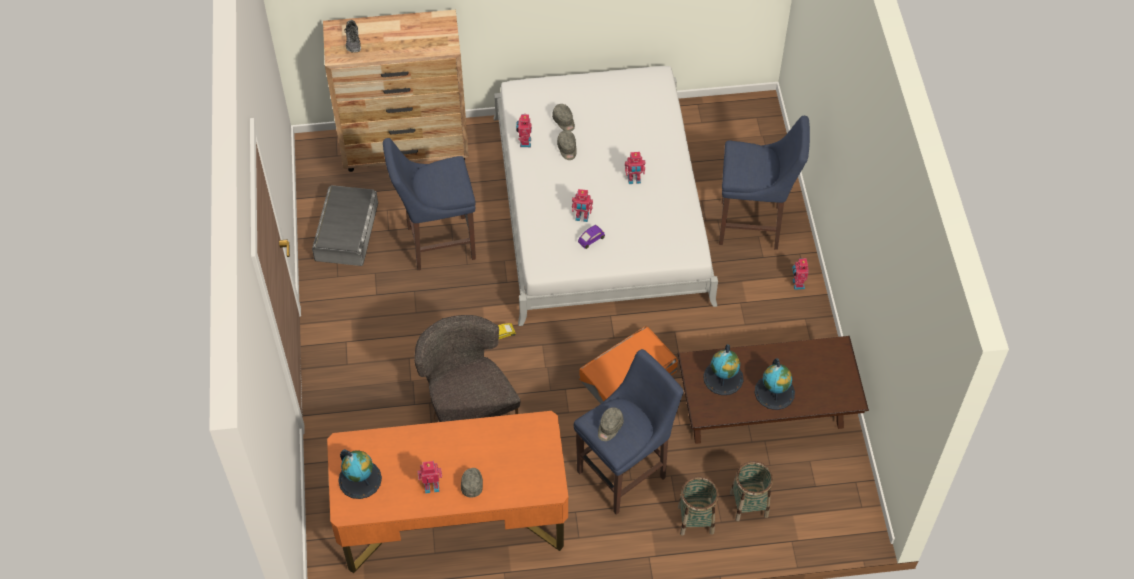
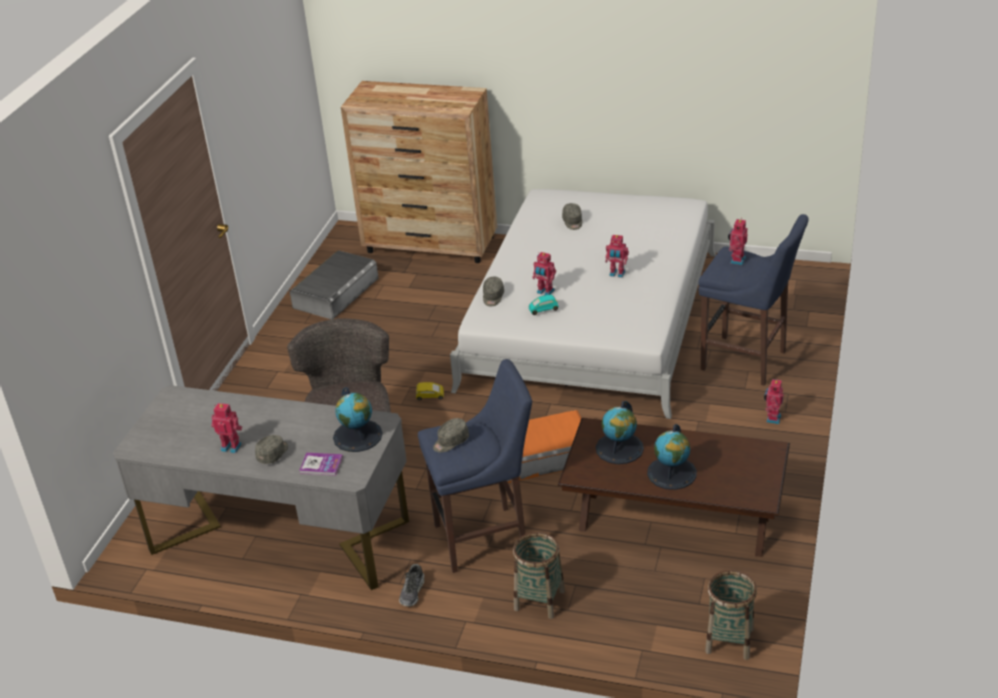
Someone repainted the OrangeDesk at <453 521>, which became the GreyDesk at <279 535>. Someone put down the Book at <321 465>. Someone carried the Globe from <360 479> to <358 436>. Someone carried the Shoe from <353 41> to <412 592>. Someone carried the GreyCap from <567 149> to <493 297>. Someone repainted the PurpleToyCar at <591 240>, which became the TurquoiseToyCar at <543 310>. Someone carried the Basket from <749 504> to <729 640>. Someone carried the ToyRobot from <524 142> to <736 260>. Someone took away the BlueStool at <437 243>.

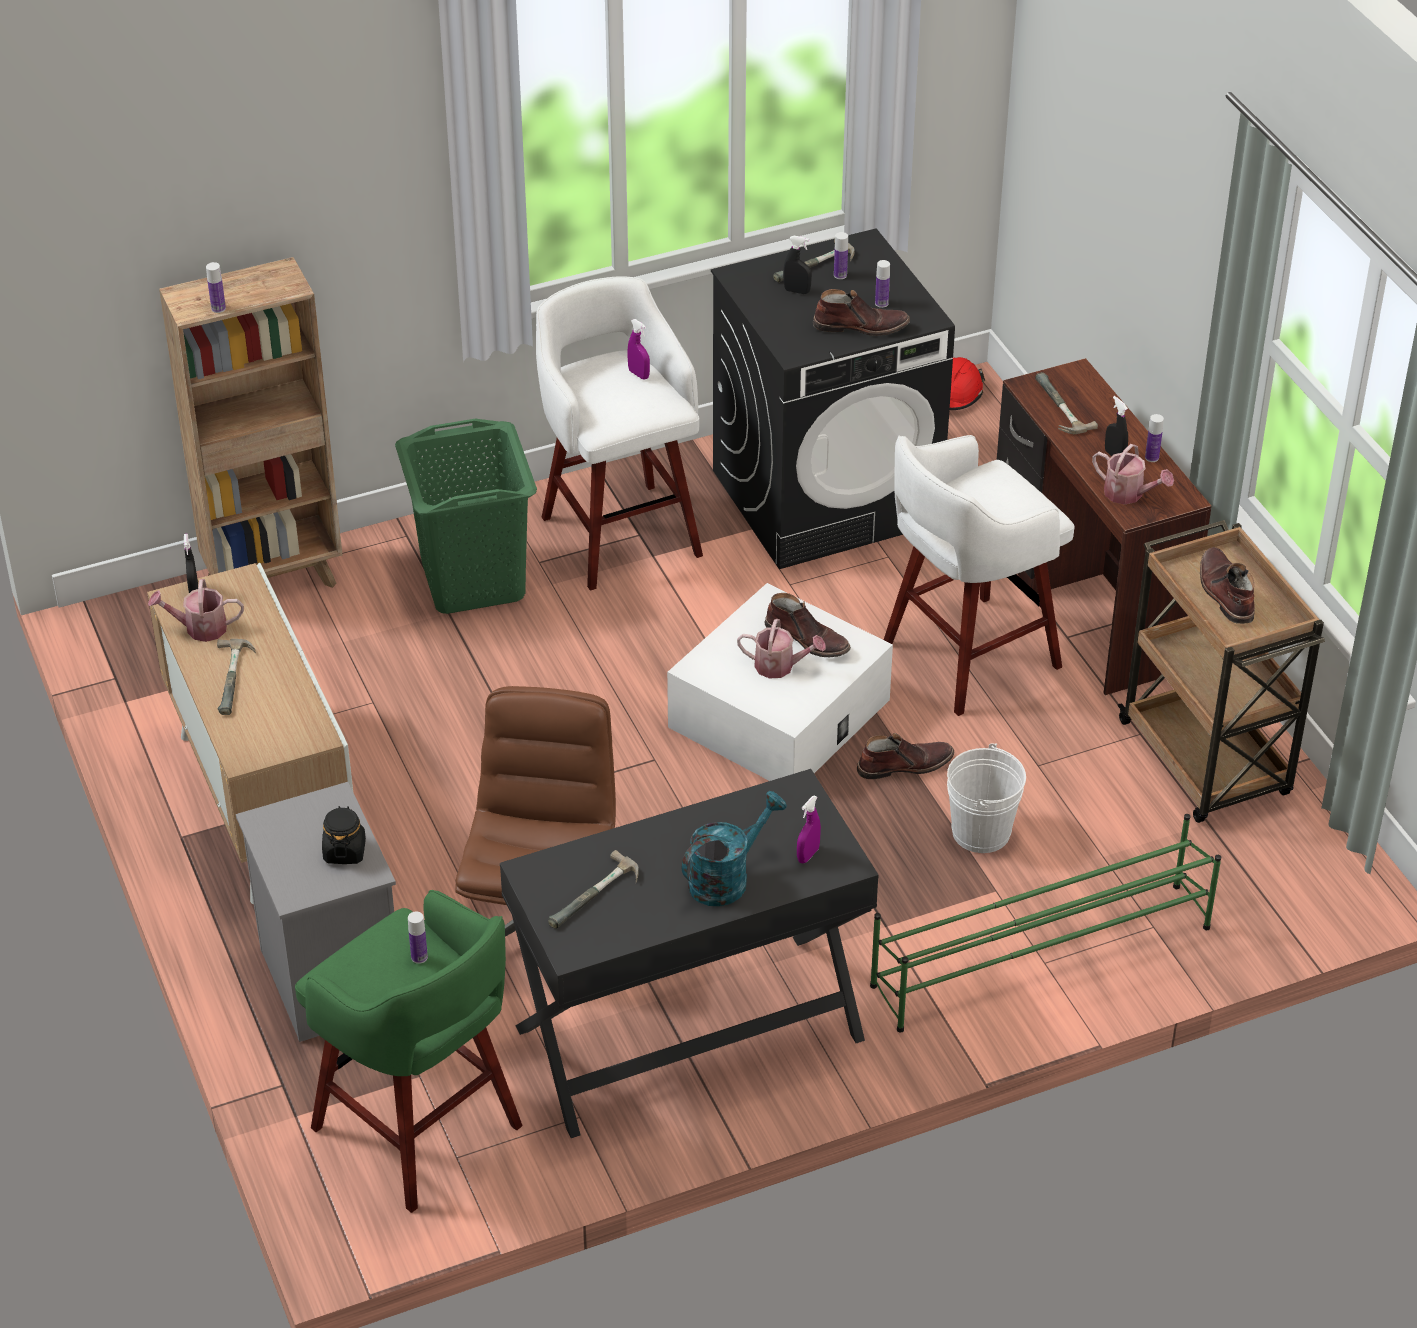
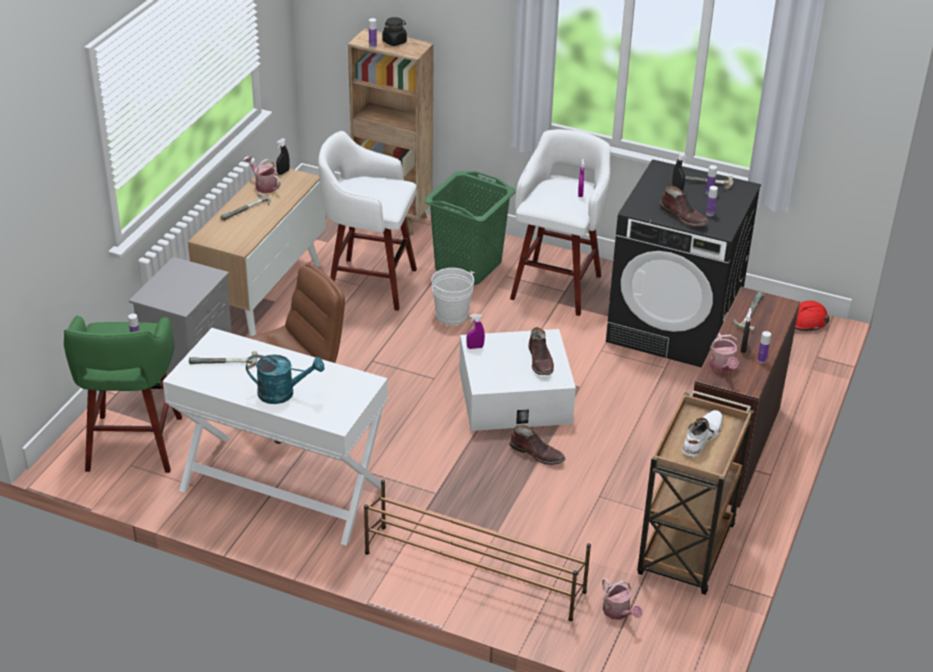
Someone repainted the BlackDesk at <690 1035>, which became the WhiteDesk at <282 489>. Someone carried the WhiteStool from <966 657> to <368 283>. Someone repainted the GreenShoeRack at <1039 956>, which became the BrownShoeRack at <473 571>. Someone carried the BlackJar from <344 851> to <394 41>. Someone carried the WhiteBucket from <981 832> to <451 315>. Someone carried the PurpleSprayBottle from <808 855> to <475 347>. Someone carried the WateringCan from <780 666> to <618 612>. Someone repainted the BrownBoot at <1224 592>, which became the WhiteBoot at <701 437>.

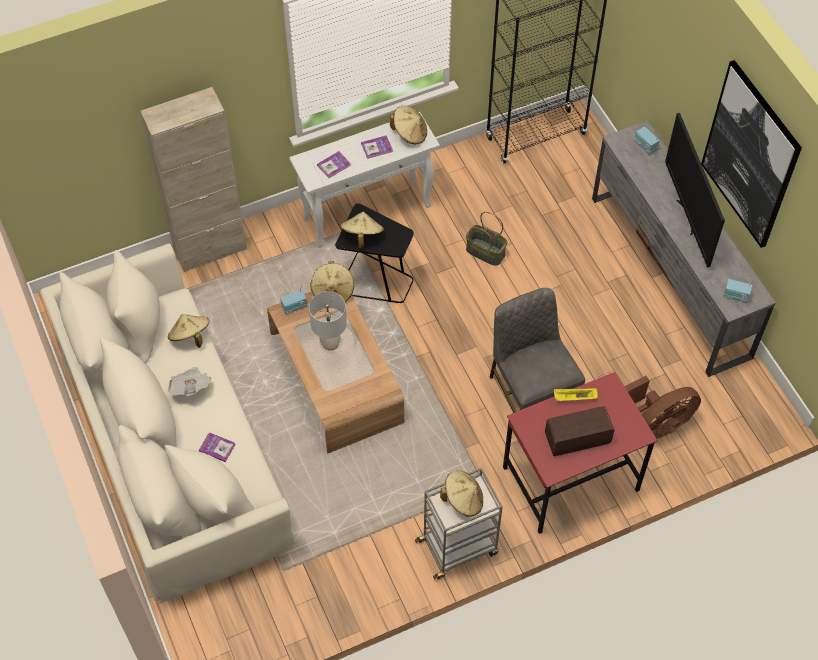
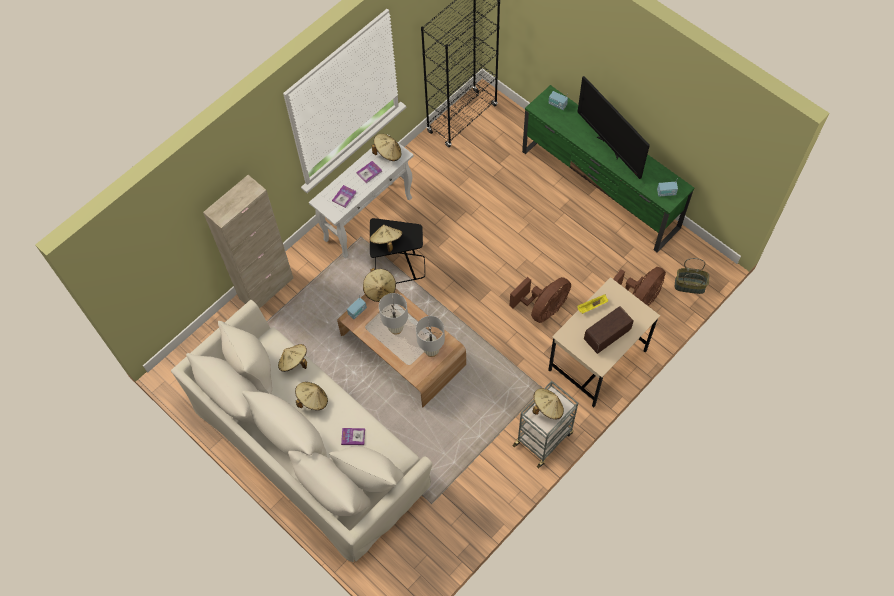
Someone swapped the Newspaper at <190 387> for the BeigeHat at <312 400>. Someone put down the WhiteTableLamp at <431 351>. Someone swapped the GreyChair at <531 392> for the BrownFan at <543 308>. Someone repainted the GreyTvStand at <669 276>, which became the GreenTvStand at <600 190>. Someone repainted the RedDesk at <570 480>, which became the BeigeDesk at <597 361>. Someone carried the Basket from <486 252> to <690 285>. Someone took away the Picture at <750 155>.

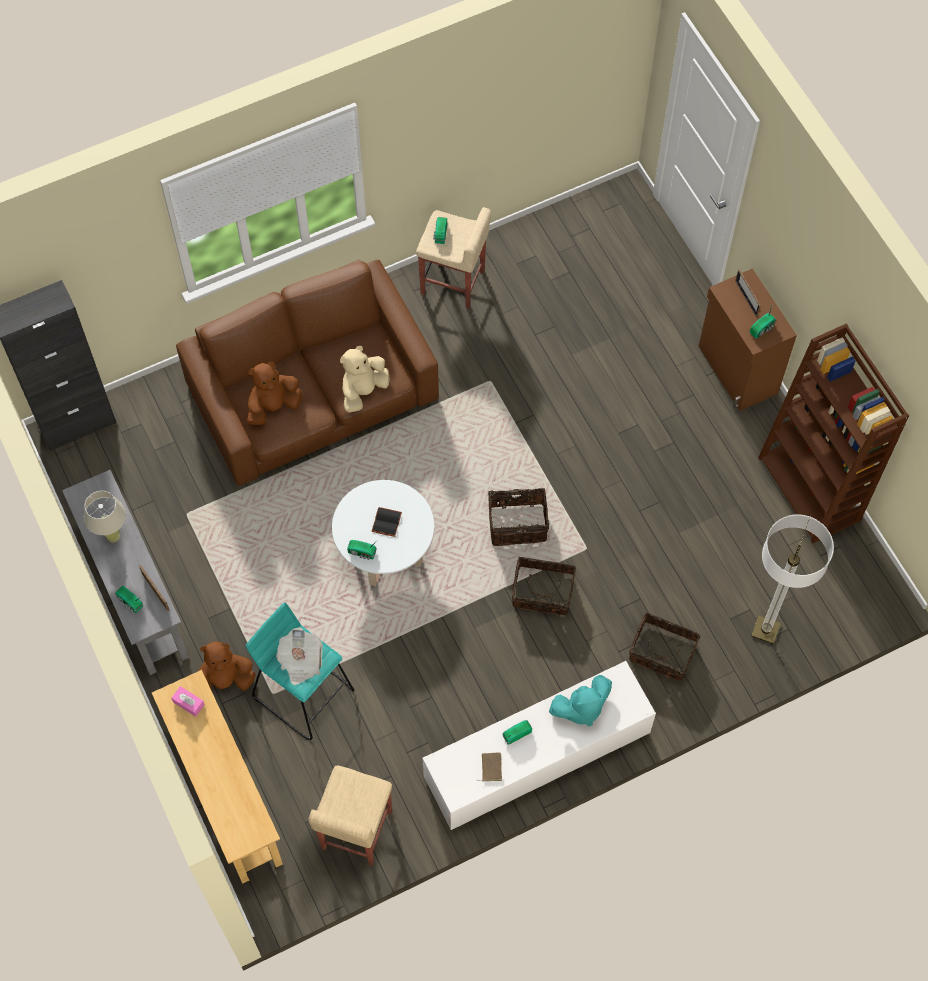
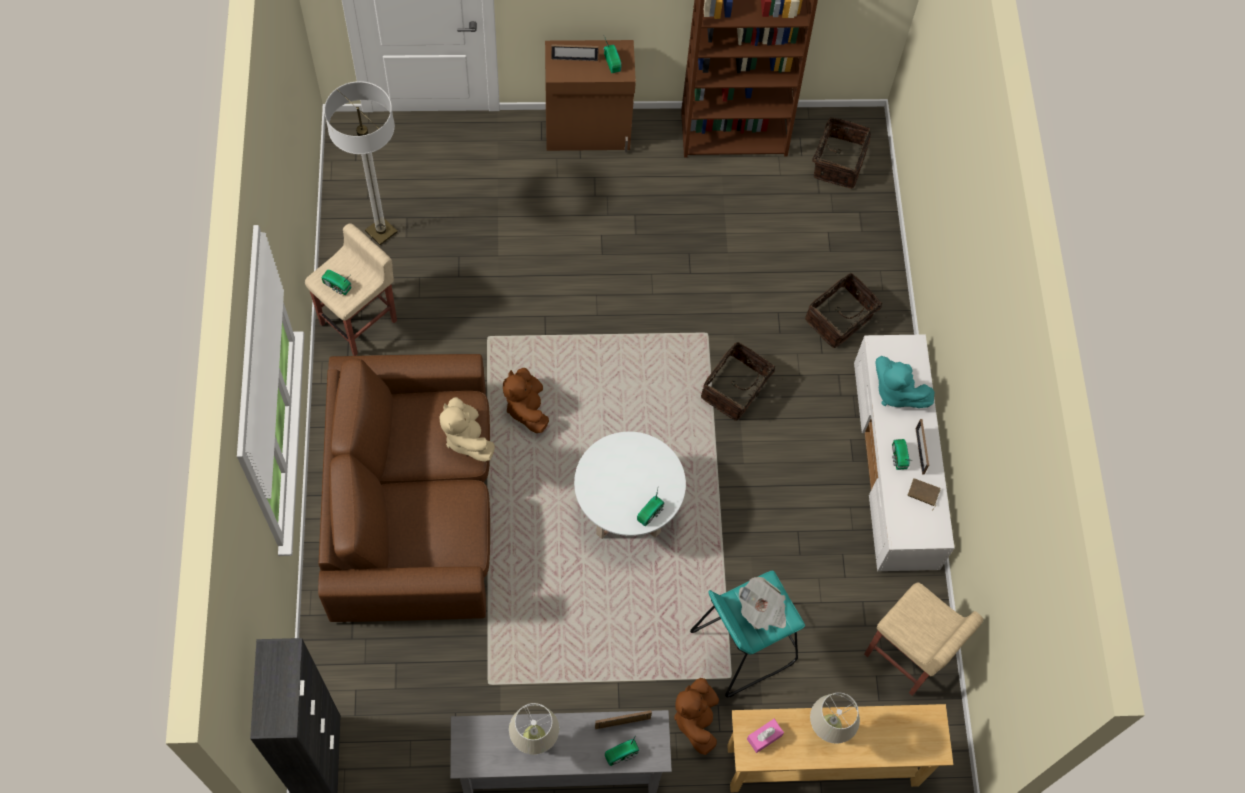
Someone carried the FloorLamp from <765 630> to <381 231>. Someone carried the BrownPlushToy from <273 406> to <526 408>. Someone put down the BeigeTableLamp at <825 732>. Someone carried the Basket from <517 523> to <837 162>. Someone rotated the TurquoisePlushToy at <581 708> by 135 degrees clockwise. Someone put down the PictureFrame at <919 451>. Someone took away the BlackBook at <386 521>.

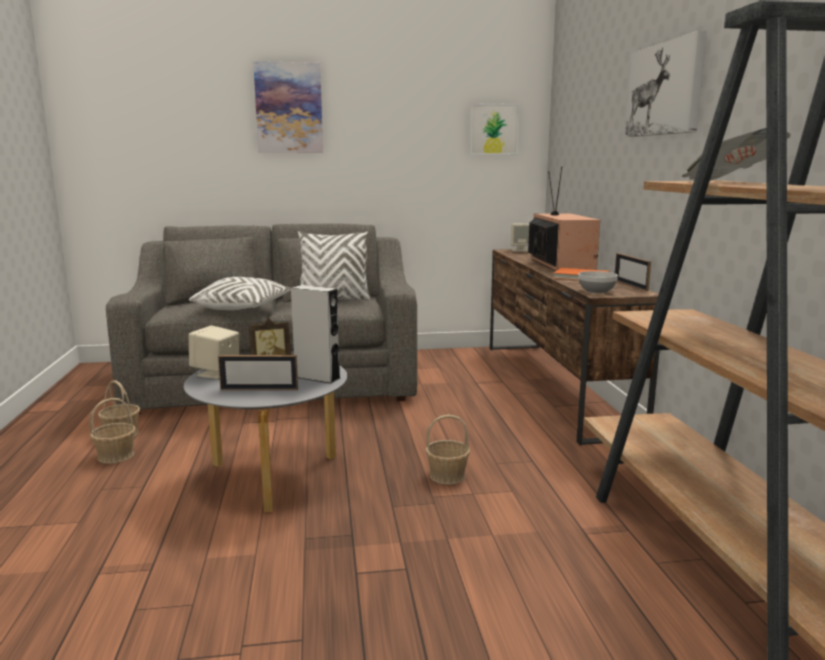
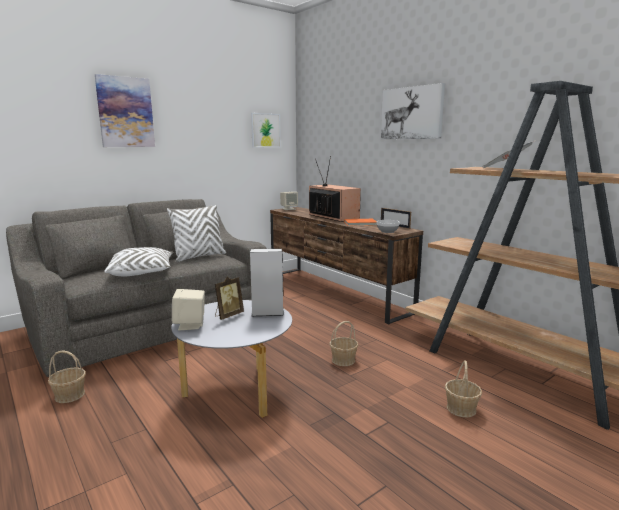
Someone carried the Basket from <116 456> to <461 408>. Someone took away the PictureFrame at <259 389>.

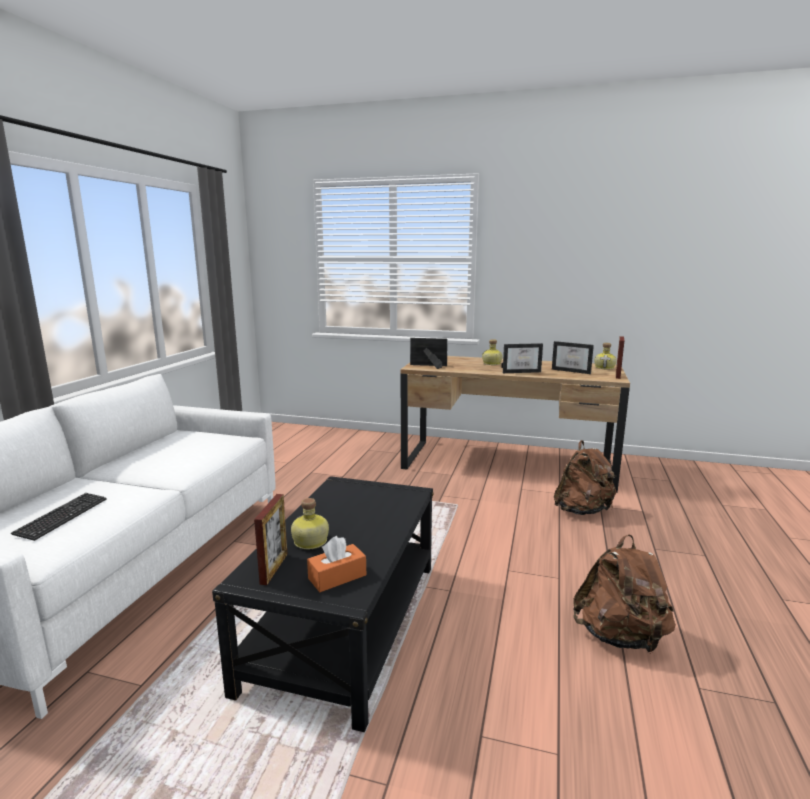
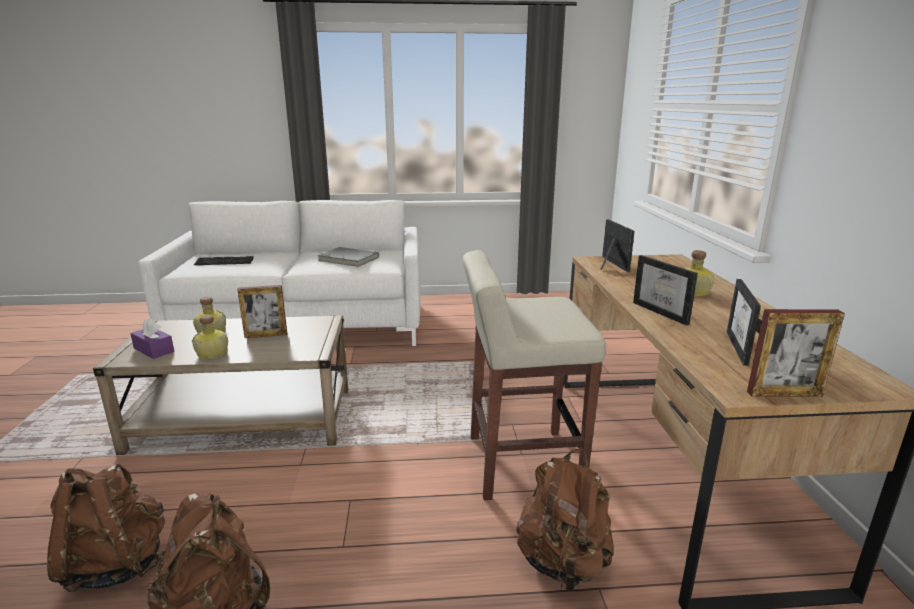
Someone put down the BrownBackpack at <117 564>. Someone repainted the BlackCoffeeTable at <345 623>, which became the BeigeCoffeeTable at <244 419>. Someone repainted the OrangeTissueBox at <337 577>, which became the PurpleTissueBox at <154 350>. Someone carried the Bottle from <605 368> to <212 353>. Someone carried the PictureFrame from <274 568> to <266 335>. Someone put down the GreyBook at <348 259>. Someone put down the BeigeStool at <521 463>.

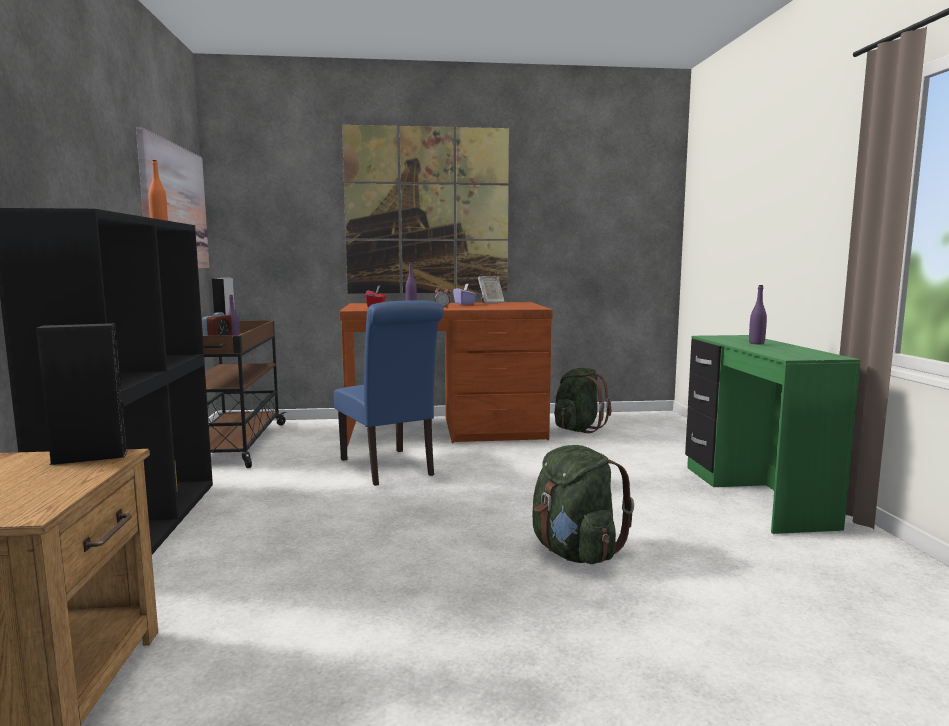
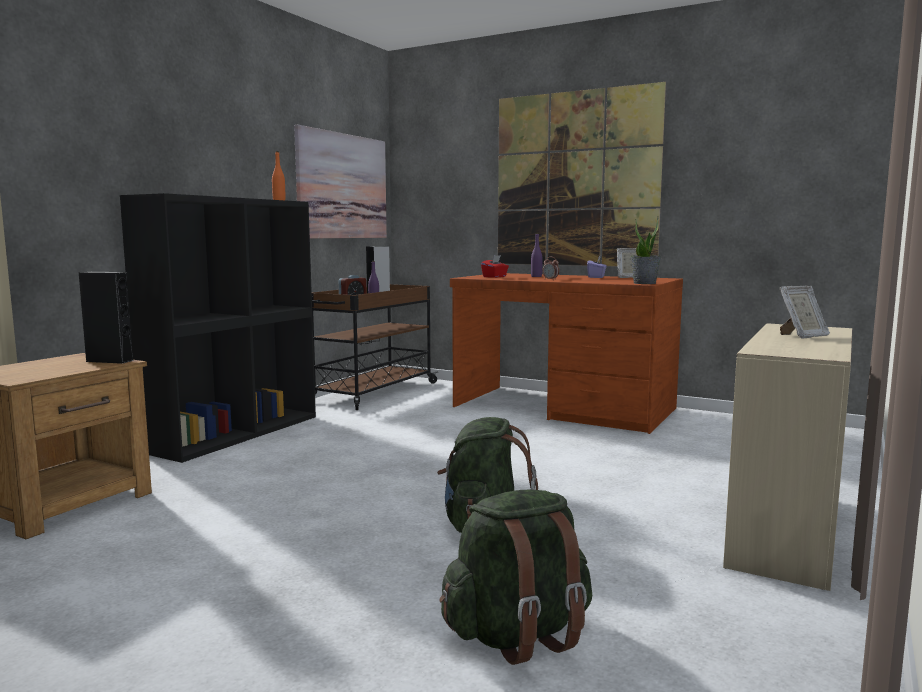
Someone carried the GreenBackpack from <577 429> to <518 634>. Someone put down the PottedPlant at <644 283>. Someone repainted the GreenDesk at <752 495>, which became the BeigeDesk at <783 530>. Someone swapped the PurpleBottle at <756 343> for the PictureFrame at <802 336>. Someone took away the BlueChair at <390 468>.

